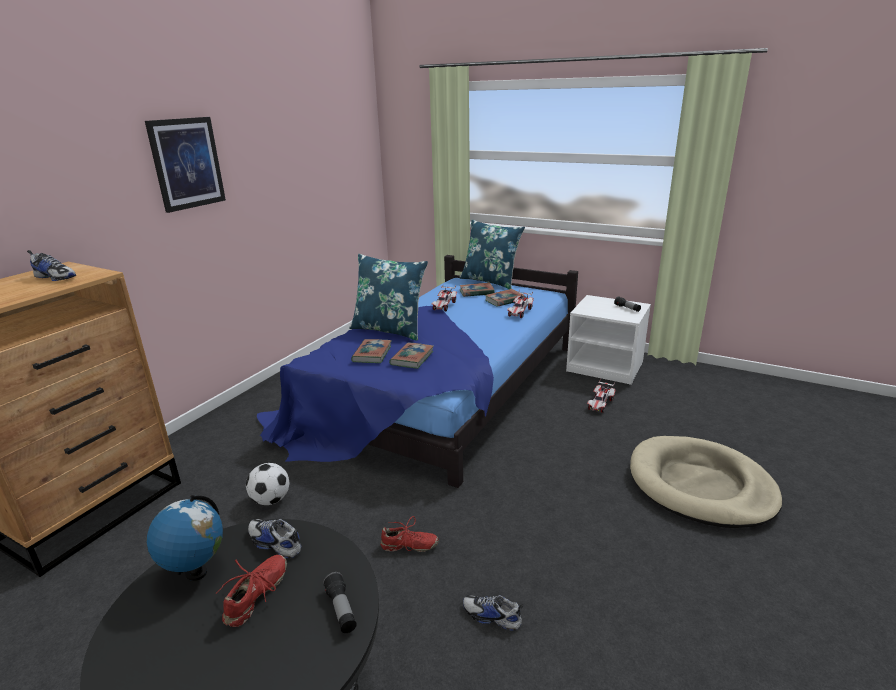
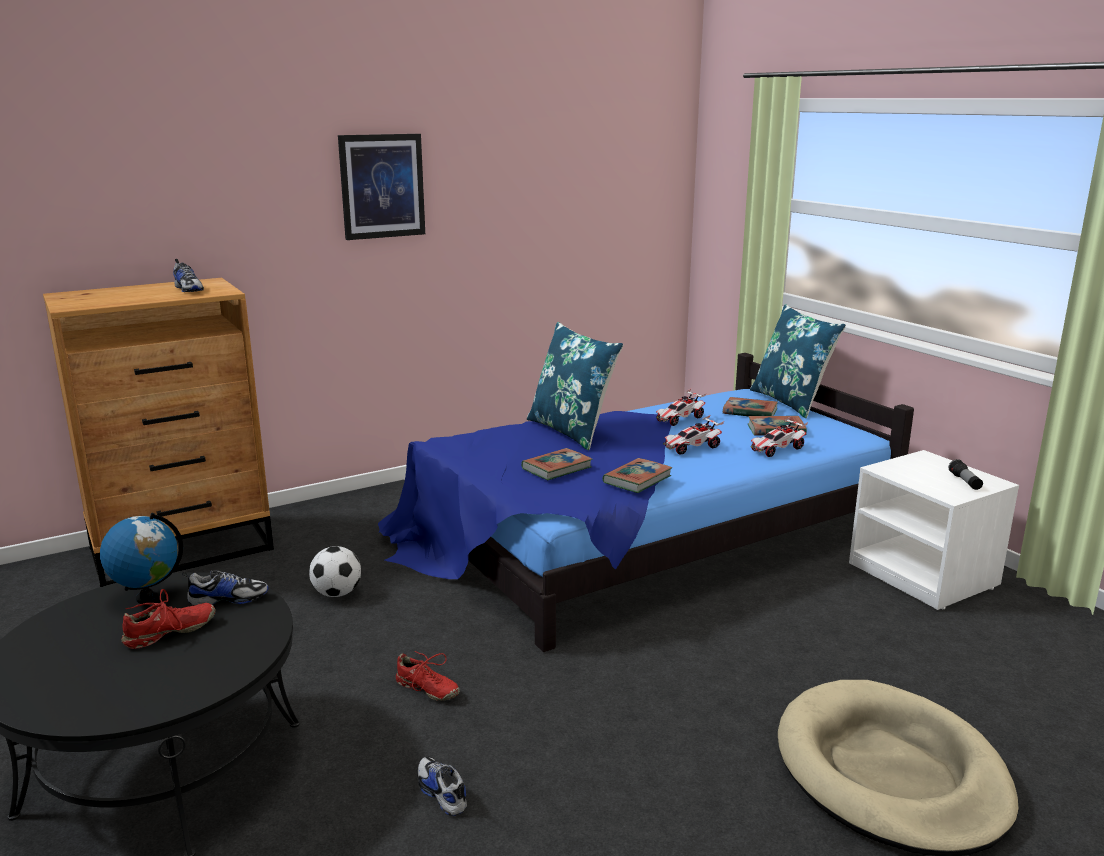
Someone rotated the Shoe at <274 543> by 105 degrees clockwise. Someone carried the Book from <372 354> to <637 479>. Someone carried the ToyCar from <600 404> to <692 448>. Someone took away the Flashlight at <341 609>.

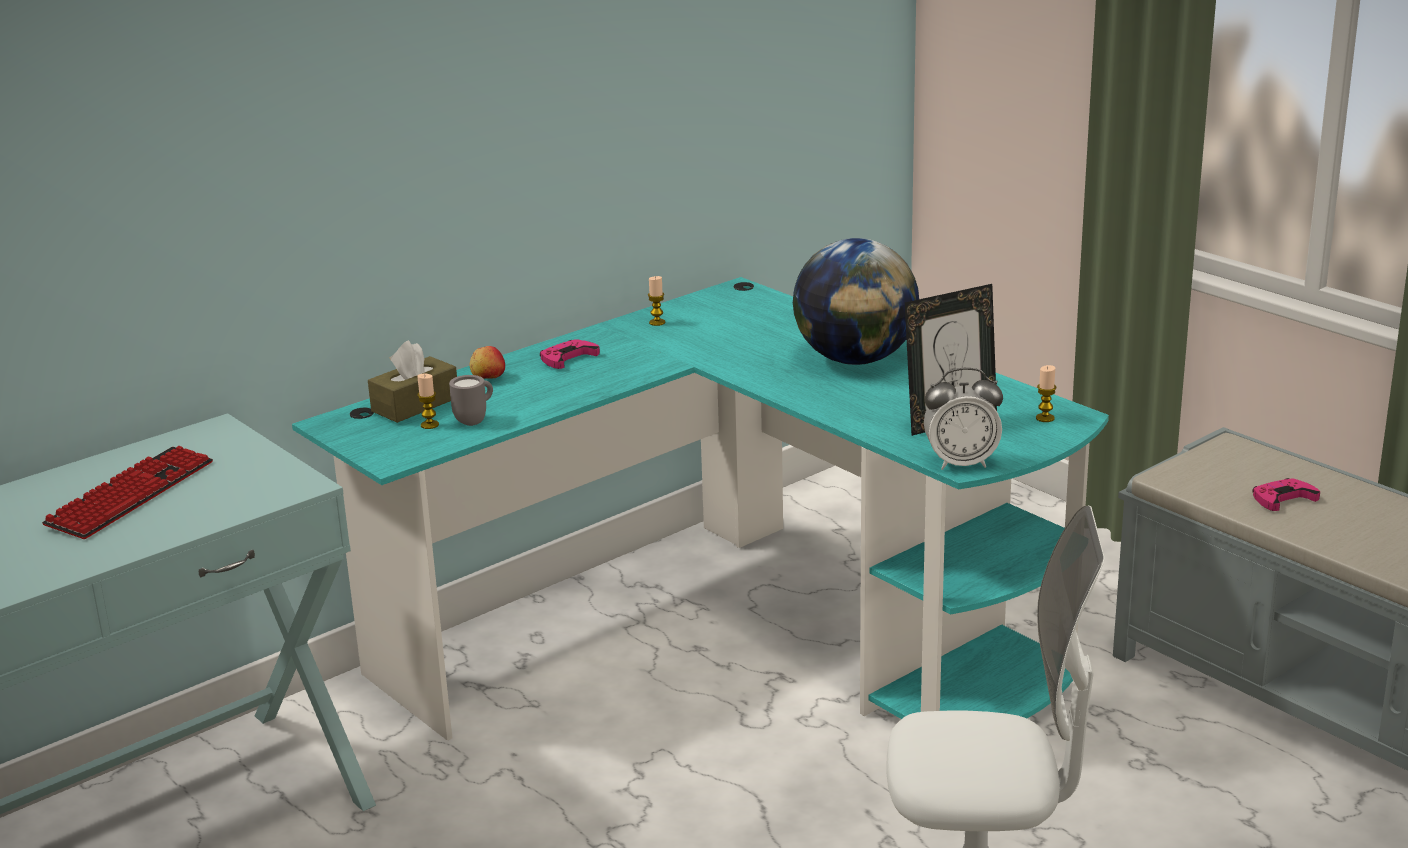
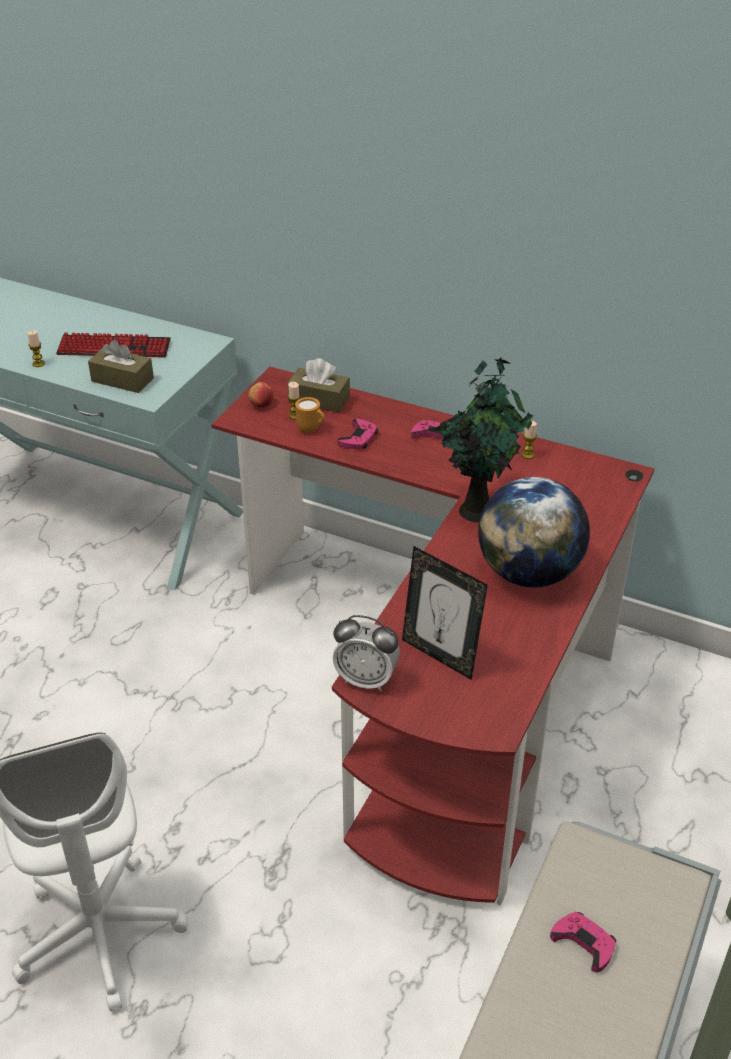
Someone carried the Candle from <1045 418> to <38 364>. Someone put down the BrownTissueBox at <122 380>. Someone repainted the TurquoiseDesk at <730 635>, which became the RedDesk at <441 680>. Someone carried the Apple from <488 378> to <261 404>. Someone repainted the GreyMug at <475 420>, which became the OrangeMug at <311 430>. Someone rotated the AlarmClock at <961 463> by 45 degrees counterclockwise. Someone put down the PinkGameController at <358 438>. Someone put down the PottedPlant at <477 508>.

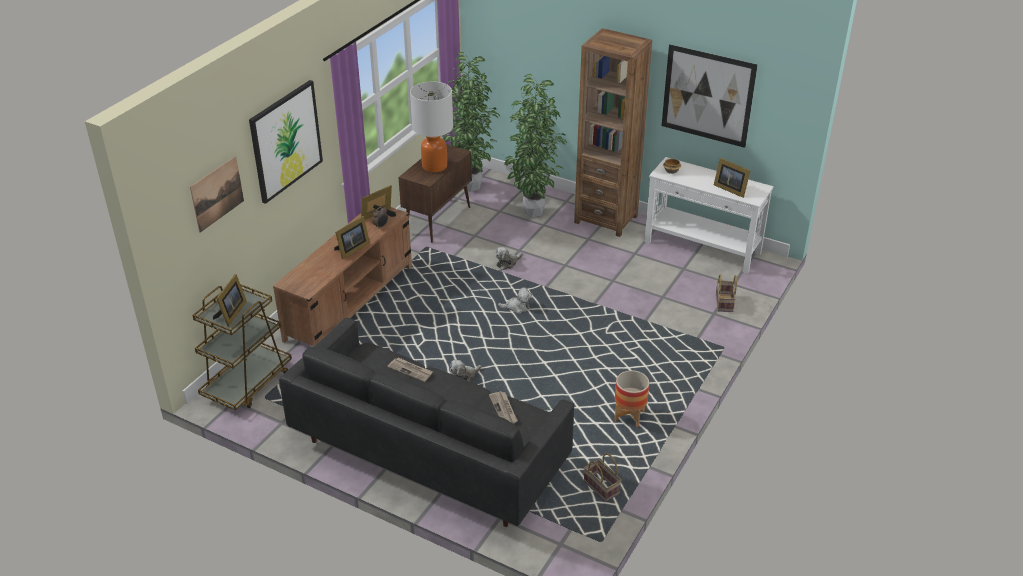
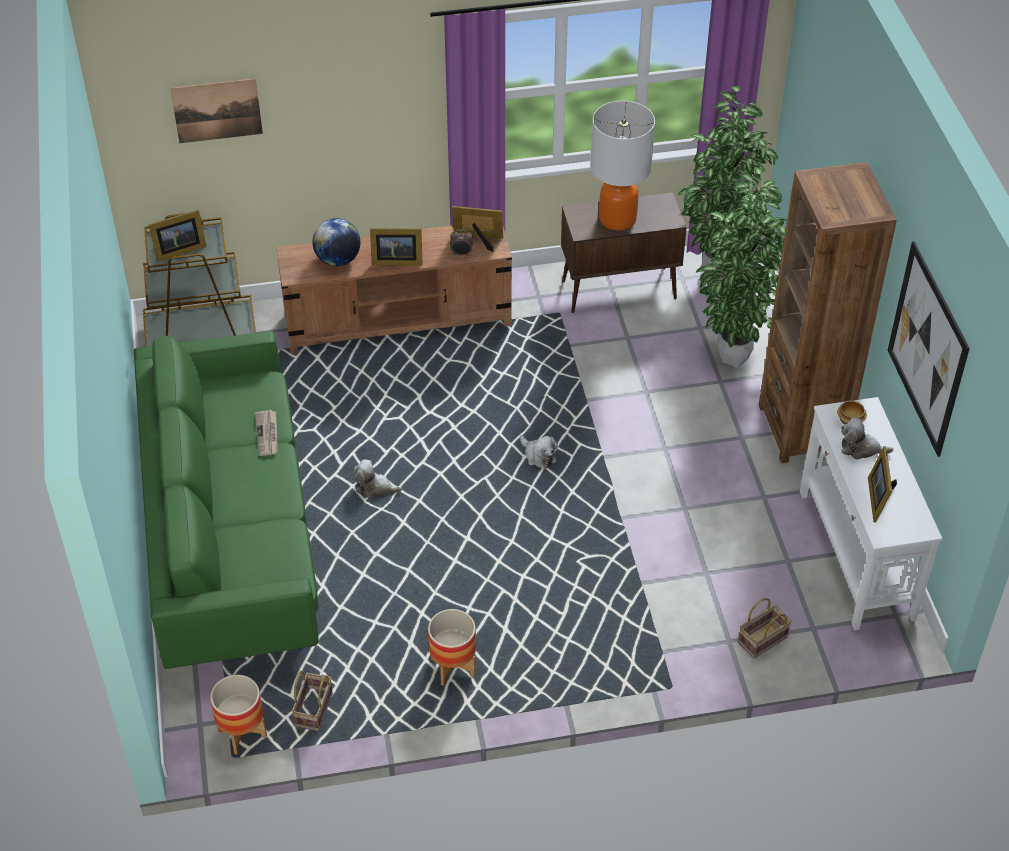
Someone repainted the BlackSofa at <429 454>, which became the GreenSofa at <232 537>. Someone put down the Planter at <242 734>. Someone put down the Globe at <338 260>. Someone carried the PlushToy from <507 263> to <861 448>. Someone took away the Picture at <286 141>. Someone took away the Newspaper at <504 409>.

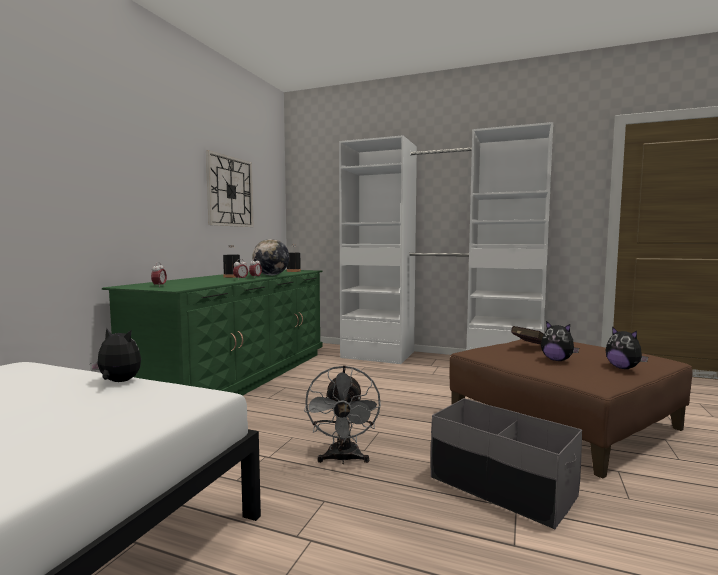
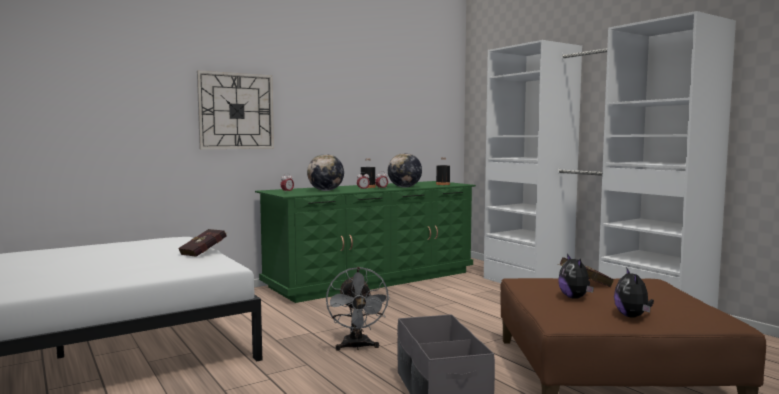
Someone swapped the PlushToy at <118 382> for the RedBook at <205 253>. Someone carried the WallClock from <230 191> to <236 111>. Someone put down the Globe at <326 190>. Someone rotated the GreyFan at <343 459> by 45 degrees counterclockwise.

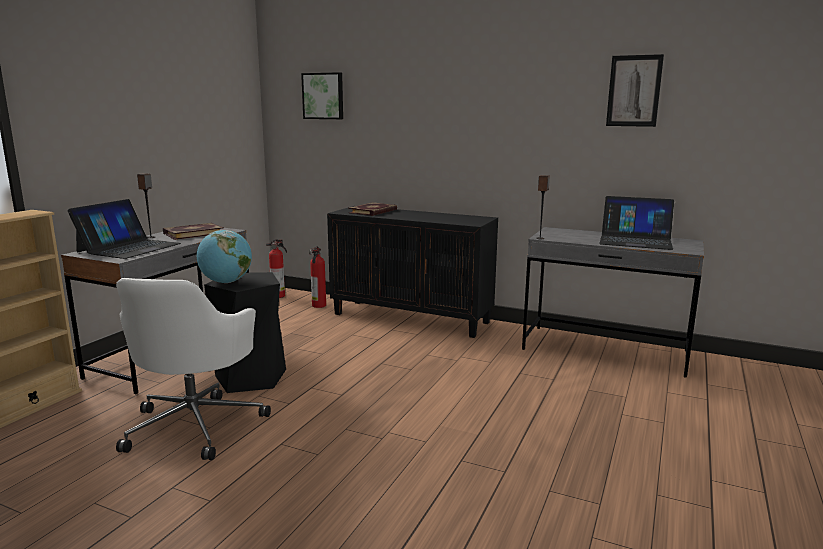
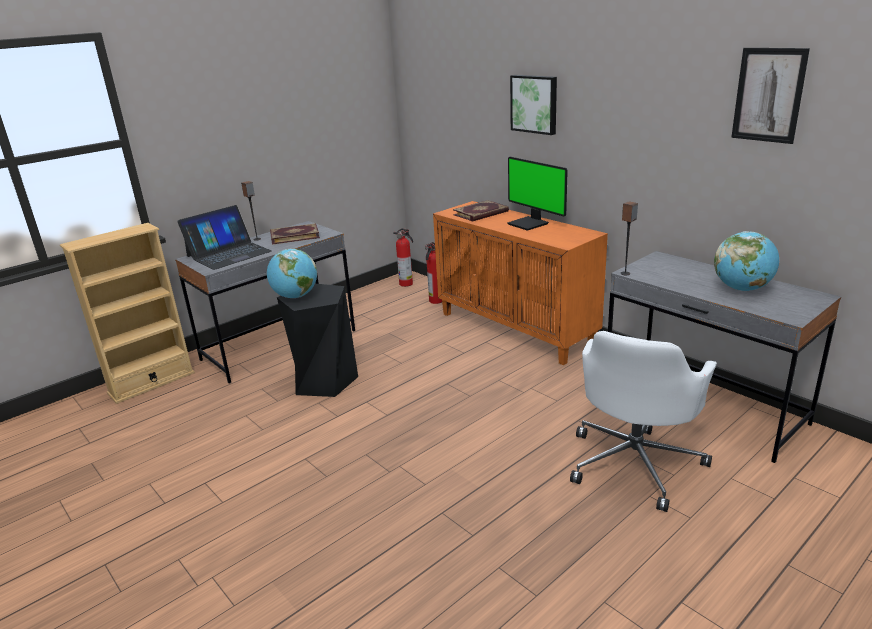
Someone repainted the BlackCabinet at <412 318>, which became the OrangeCabinet at <516 329>. Someone put down the Monitor at <529 223>. Someone carried the Picture from <323 96> to <535 104>. Someone carried the WhiteOfficeChair from <196 424> to <635 462>. Someone swapped the Laptop at <635 240> for the Globe at <742 288>.

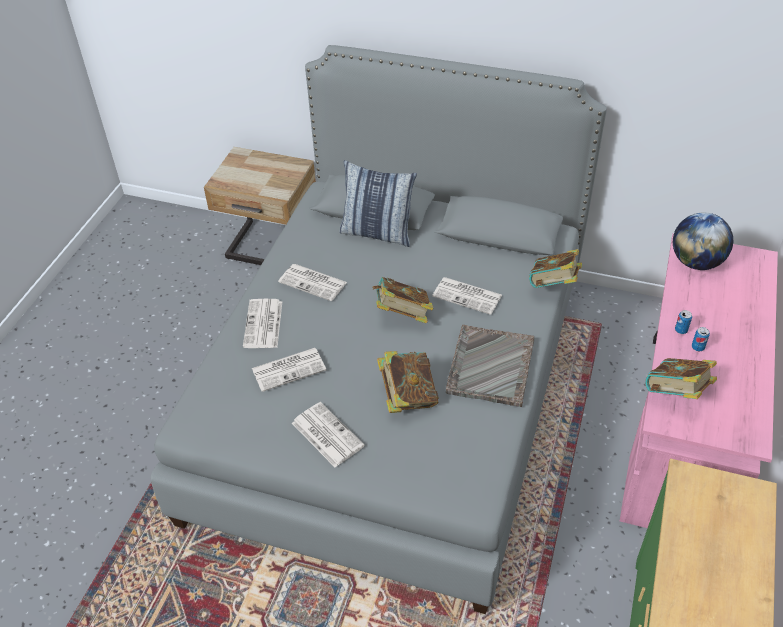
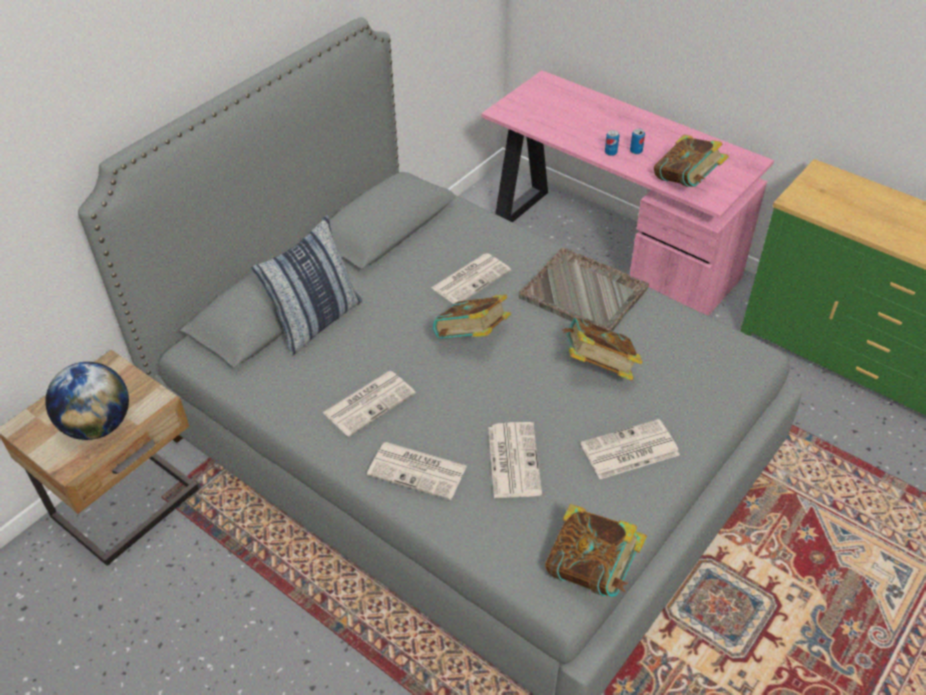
Someone carried the Globe from <696 262> to <98 425>. Someone carried the Book from <553 286> to <592 570>.

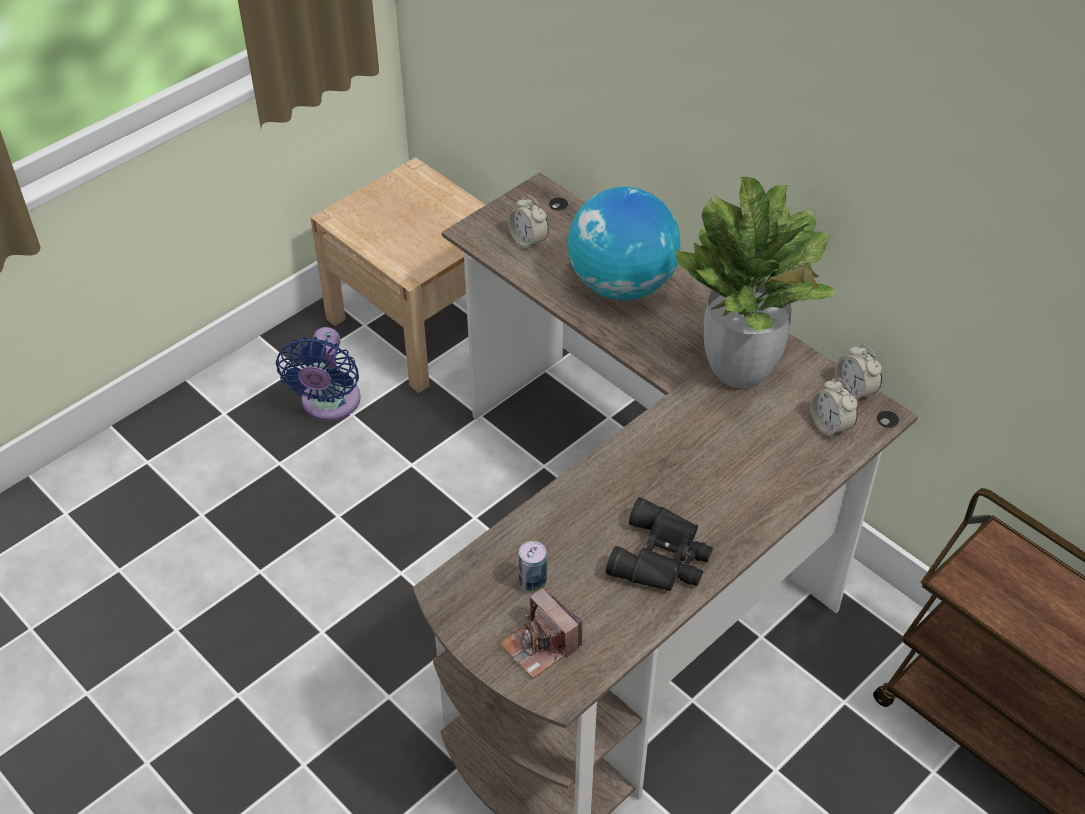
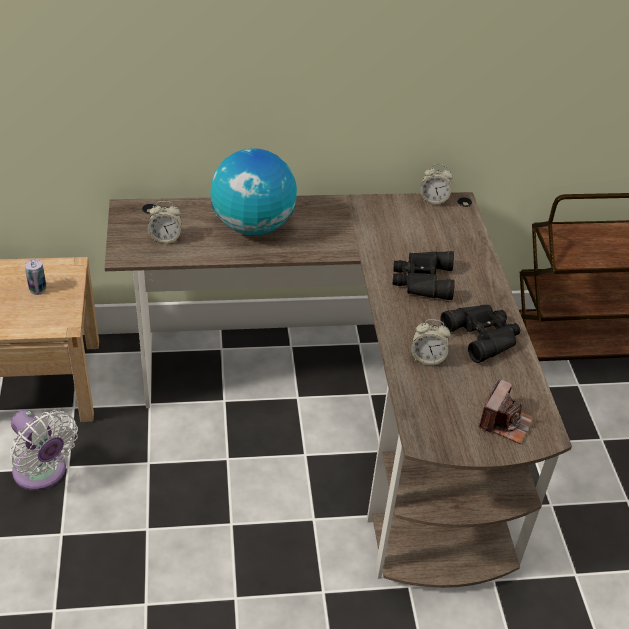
Someone repainted the BlueFan at <329 404>, which became the WhiteFan at <43 473>. Someone carried the Can from <532 583> to <38 289>. Someone put down the BlackBinoculars at <421 280>. Someone carried the AlarmClock from <830 426> to <427 358>. Someone rotated the PhotoCamera at <540 645> by 60 degrees counterclockwise. Someone took away the PottedPlant at <741 369>.

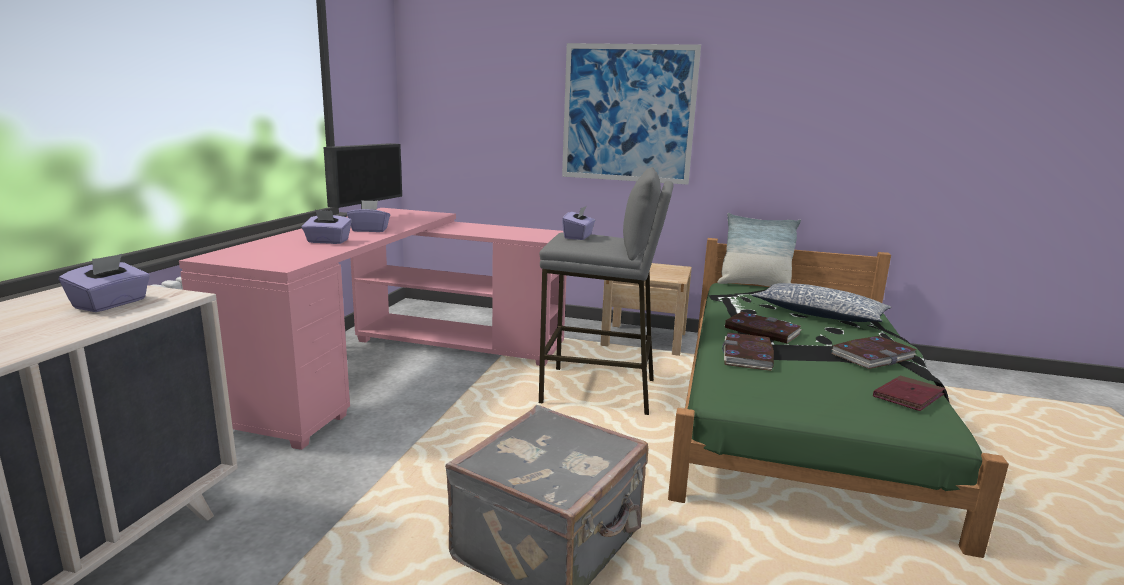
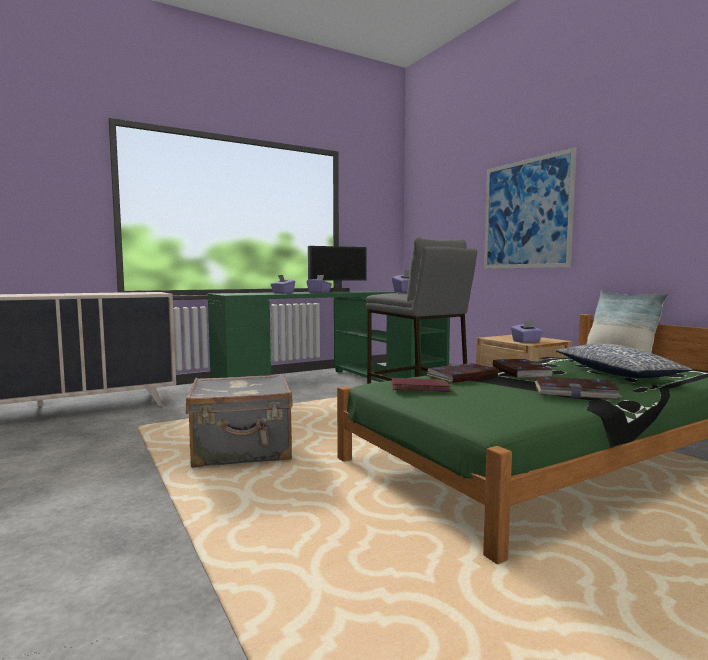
Someone repainted the PinkDesk at <396 365>, which became the GreenDesk at <331 382>. Someone carried the RedBook from <908 396> to <419 388>. Someone carried the PurpleTissueBox from <111 304> to <526 341>.

